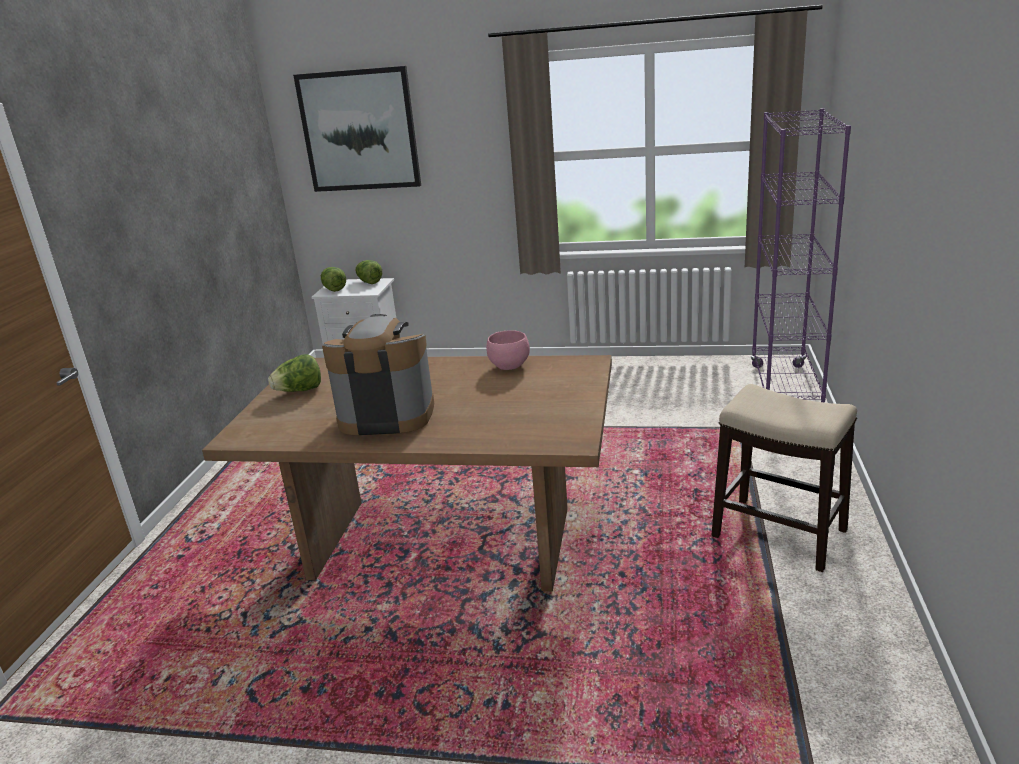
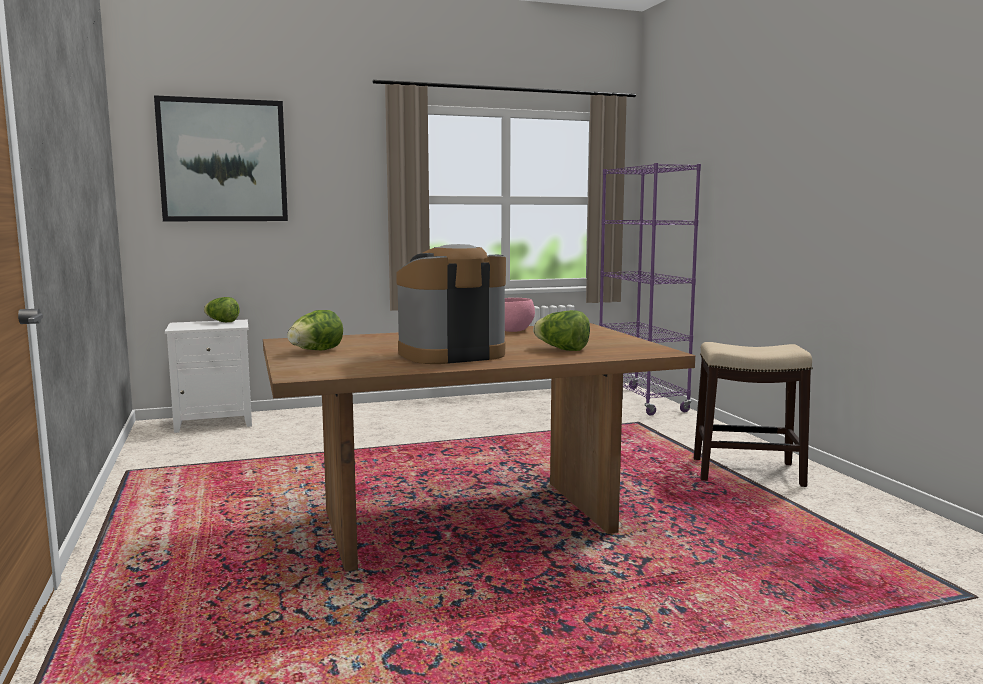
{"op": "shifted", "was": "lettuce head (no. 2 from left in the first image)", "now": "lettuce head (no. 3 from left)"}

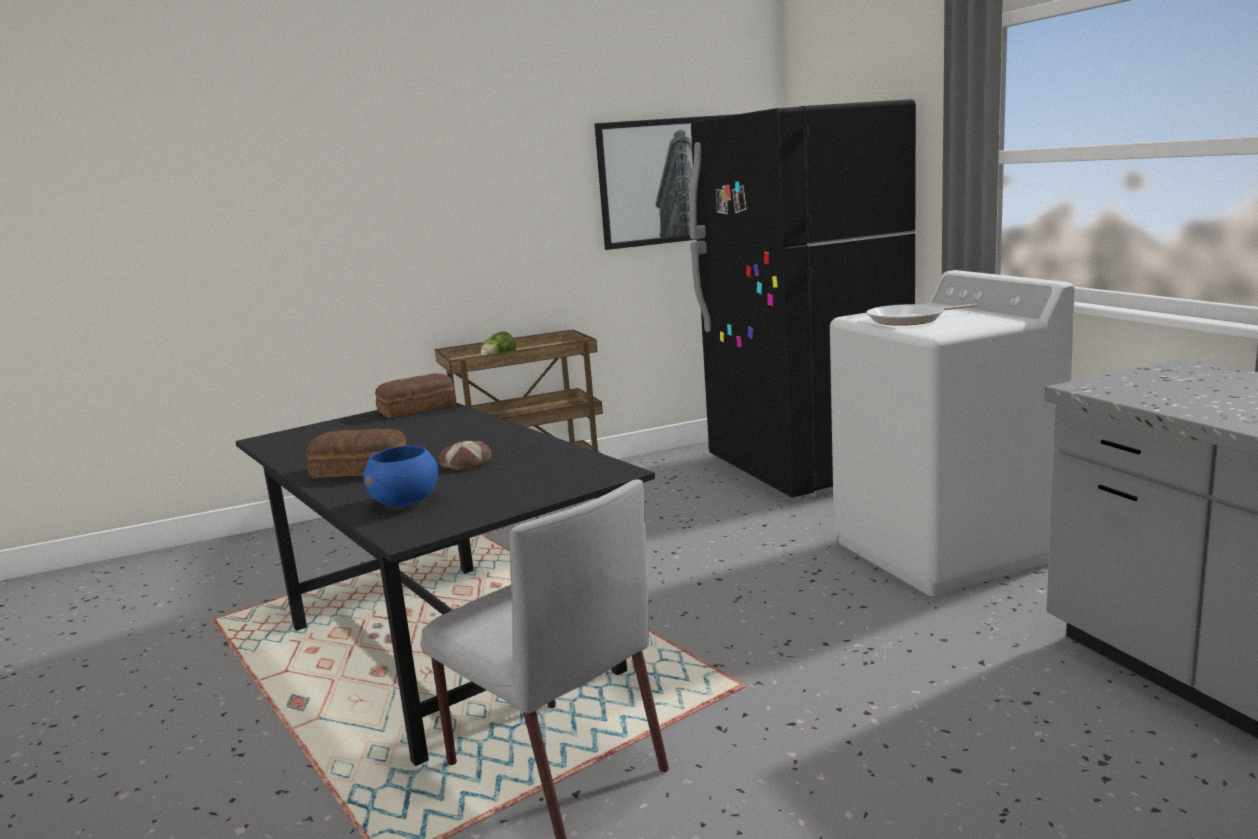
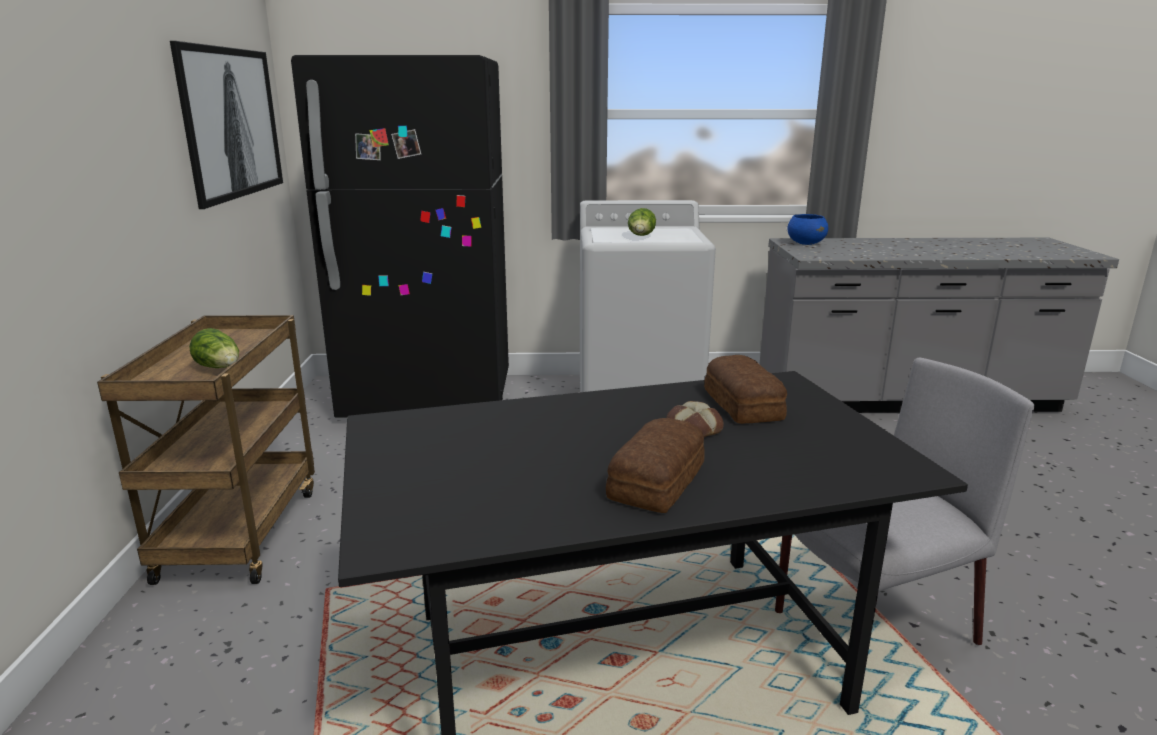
{"op": "swapped", "was": "pan", "now": "lettuce head (no. 2 from left)"}
{"op": "shifted", "was": "bread (no. 2 from left in the first image)", "now": "bread (no. 3 from left)"}
{"op": "shifted", "was": "bluish deep dish"}

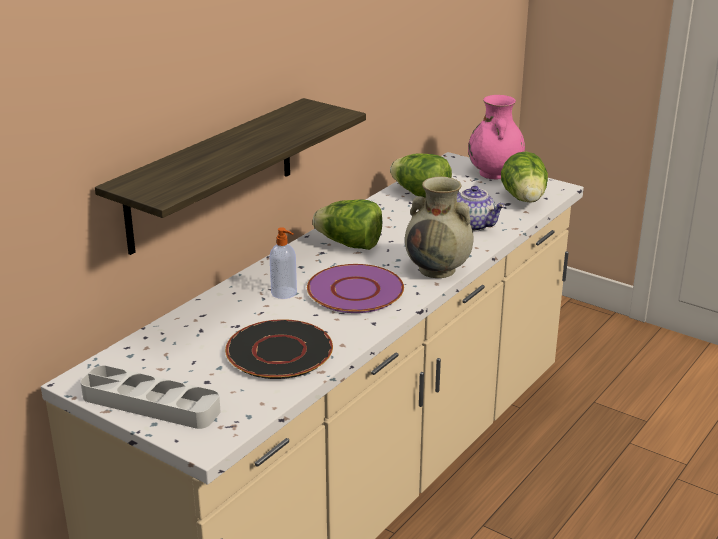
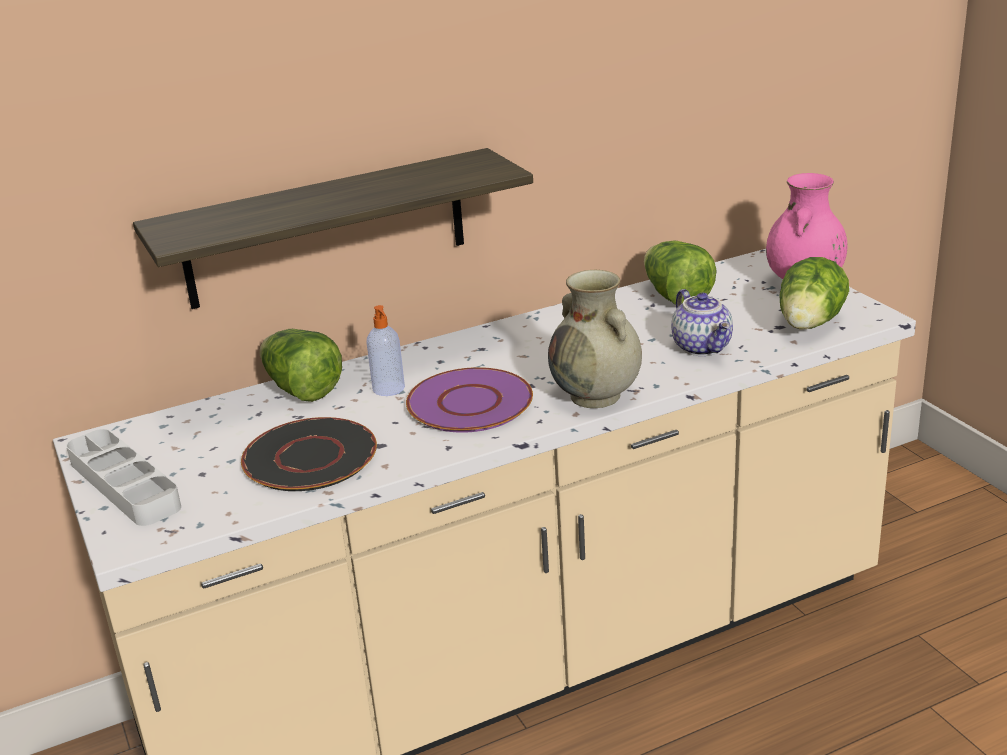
{"op": "shifted", "was": "lettuce head (no. 1 from left)"}

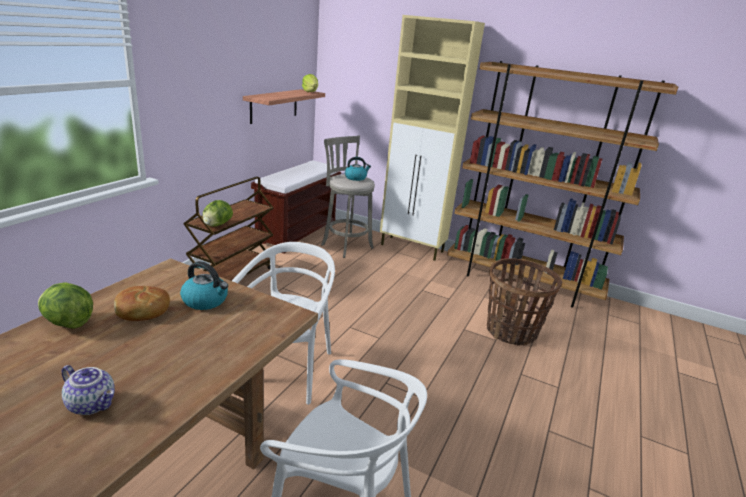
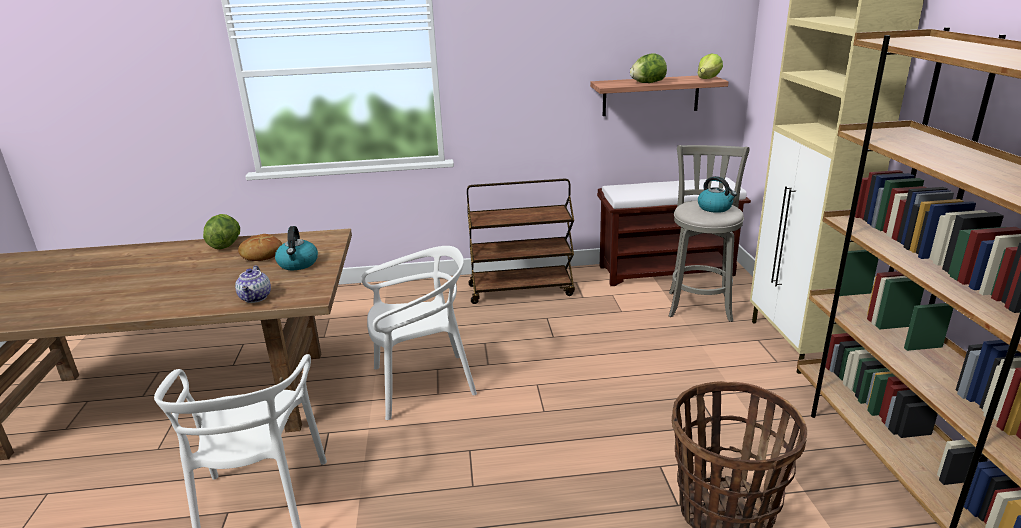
{"op": "shifted", "was": "pot for tea"}
{"op": "shifted", "was": "lettuce head (no. 2 from left)"}

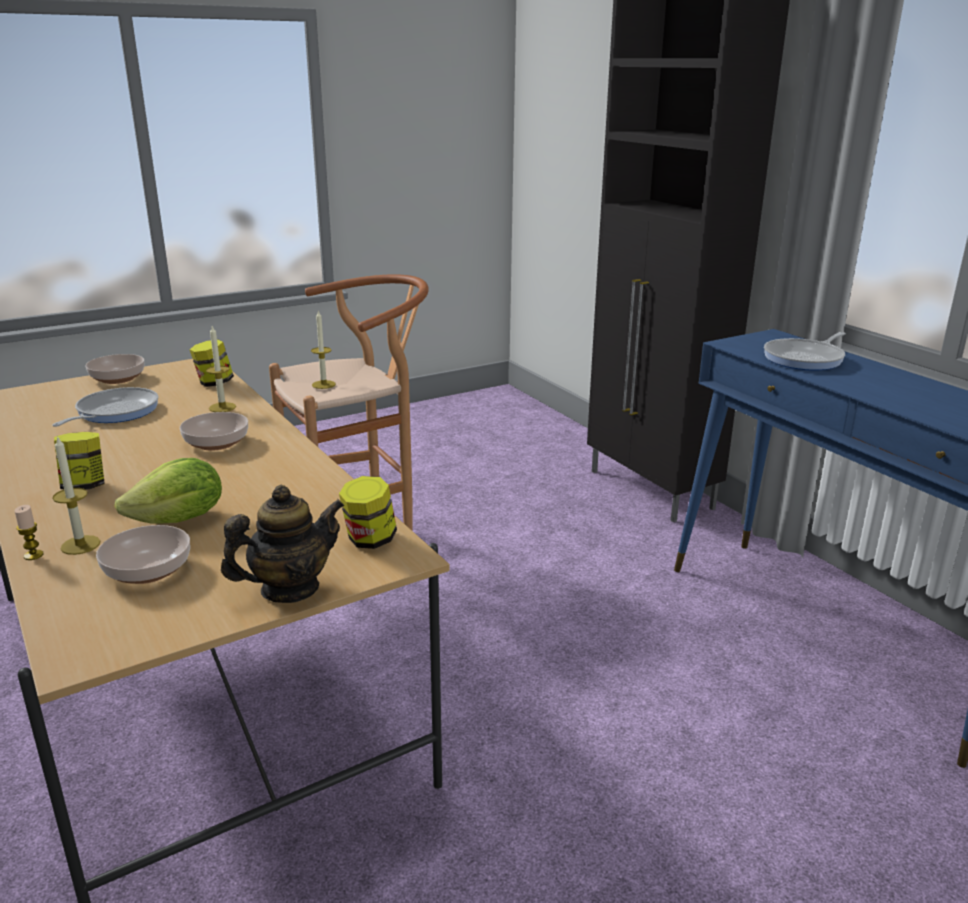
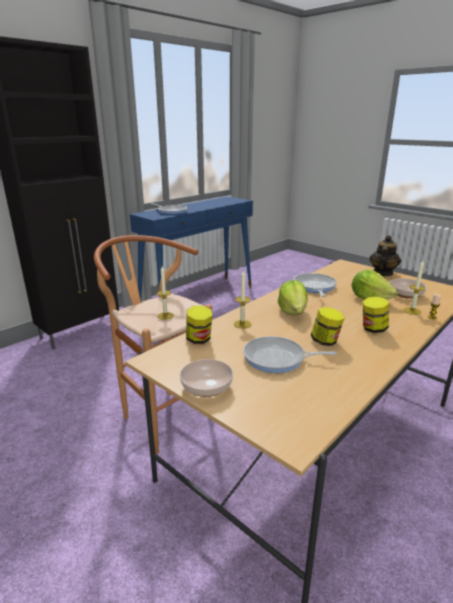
{"op": "swapped", "was": "deep dish (no. 3 from left)", "now": "lettuce head (no. 1 from left)"}
{"op": "new", "now": "pan (no. 3 from left)"}
{"op": "shifted", "was": "storage jar (no. 3 from left in the first image)", "now": "storage jar (no. 2 from left)"}
{"op": "rotated", "was": "pot for tea", "clockwise": 75}

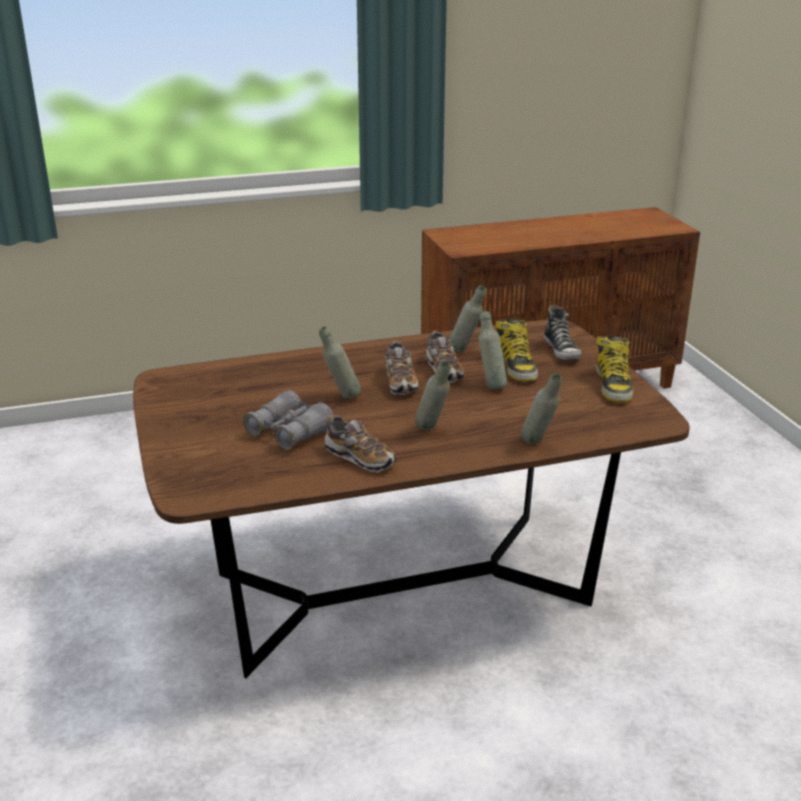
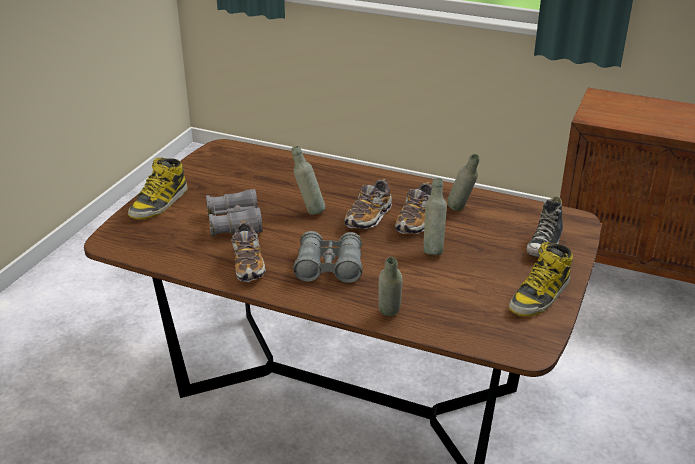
{"op": "shifted", "was": "high-top boot (no. 1 from left)"}
{"op": "swapped", "was": "grey drink bottle (no. 2 from left)", "now": "grey pair of binoculars (no. 2 from left)"}

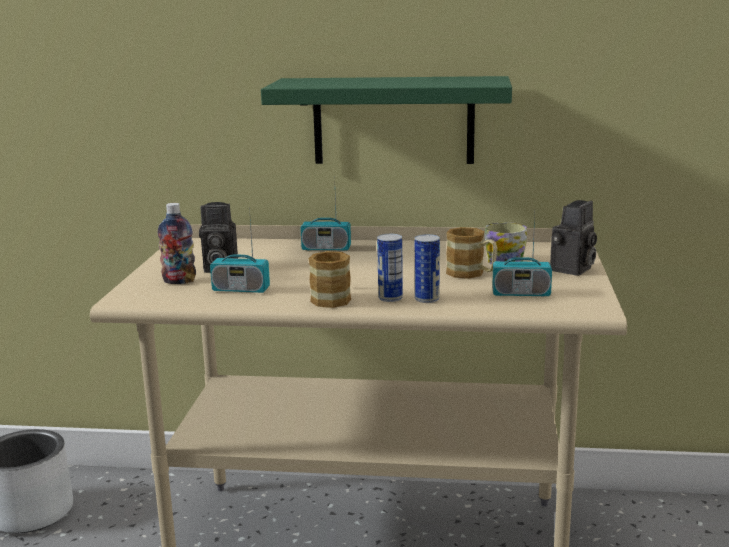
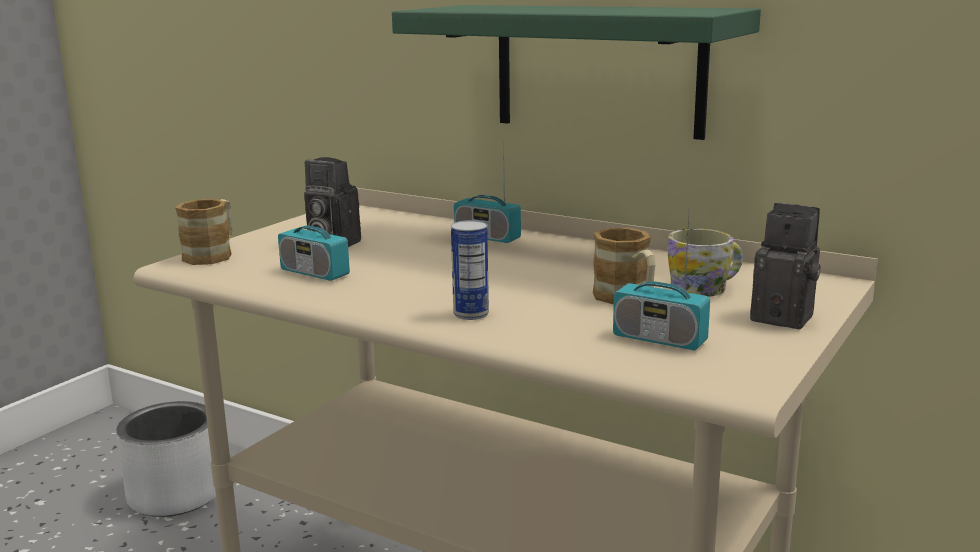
{"op": "shifted", "was": "mug (no. 1 from left)"}
{"op": "rotated", "was": "photo camera (no. 2 from left)", "clockwise": -120}
{"op": "gone", "was": "drink bottle"}
{"op": "gone", "was": "can (no. 2 from left)"}

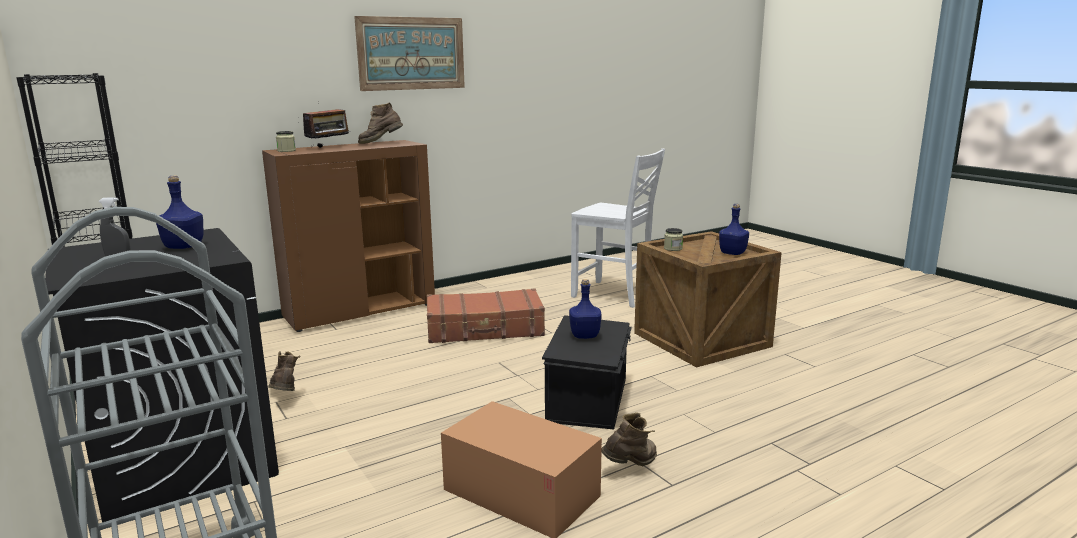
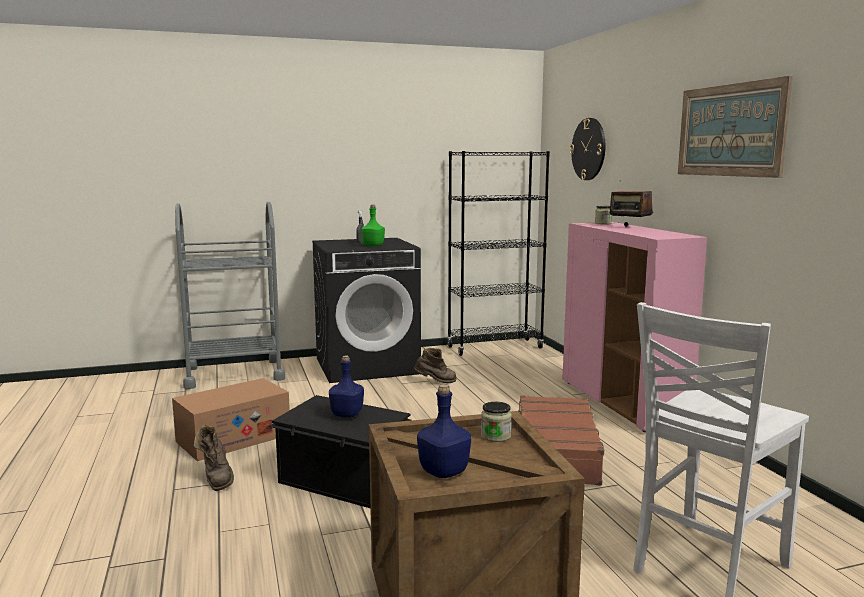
{"op": "repainted", "was": "bluish drink bottle (no. 1 from left)", "now": "green drink bottle"}
{"op": "repainted", "was": "brownish storage cabinet", "now": "pinkish storage cabinet"}
{"op": "new", "now": "wall clock"}
{"op": "gone", "was": "brownish high-top boot (no. 2 from left)"}

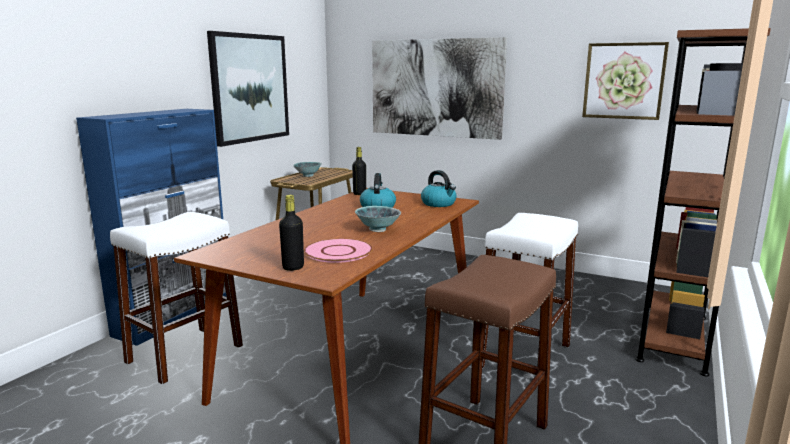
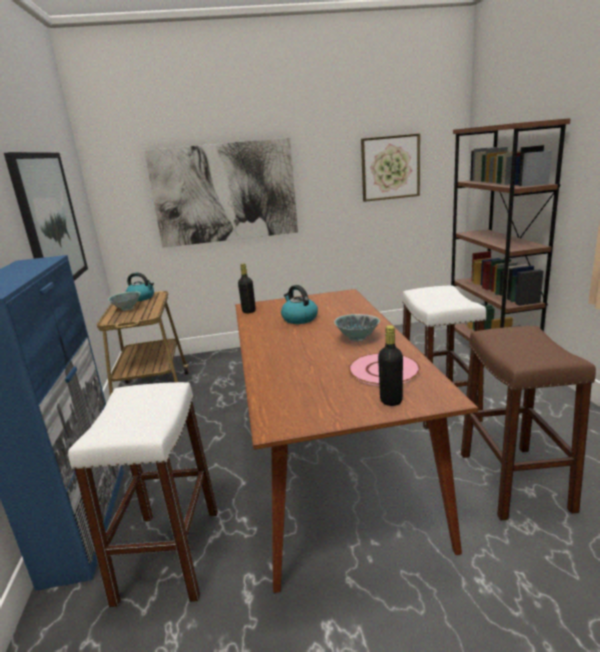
{"op": "shifted", "was": "water kettle (no. 2 from left in the first image)", "now": "water kettle (no. 1 from left)"}

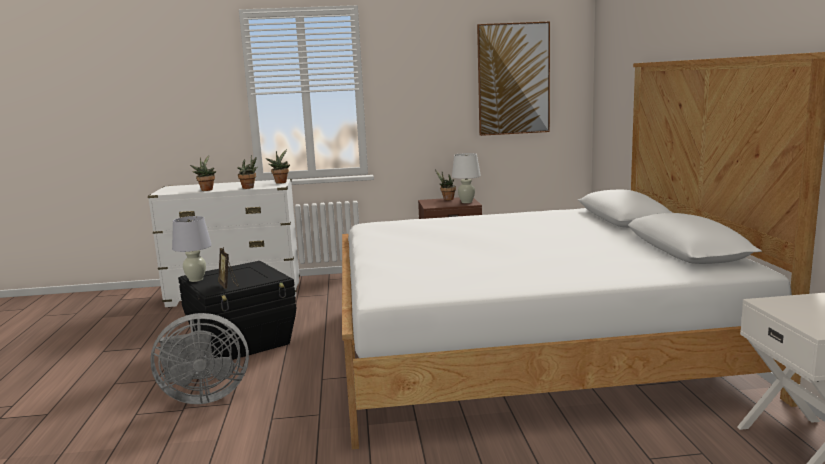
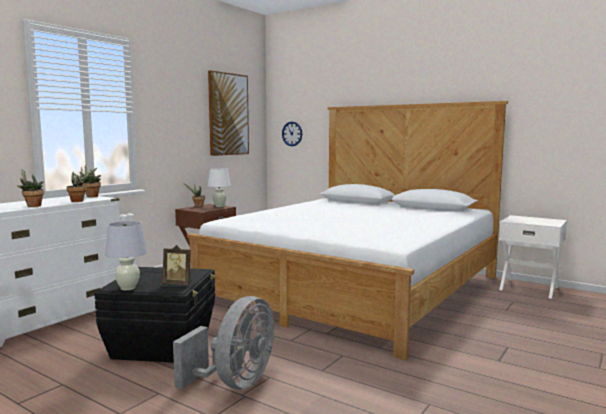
{"op": "new", "now": "wall clock"}

